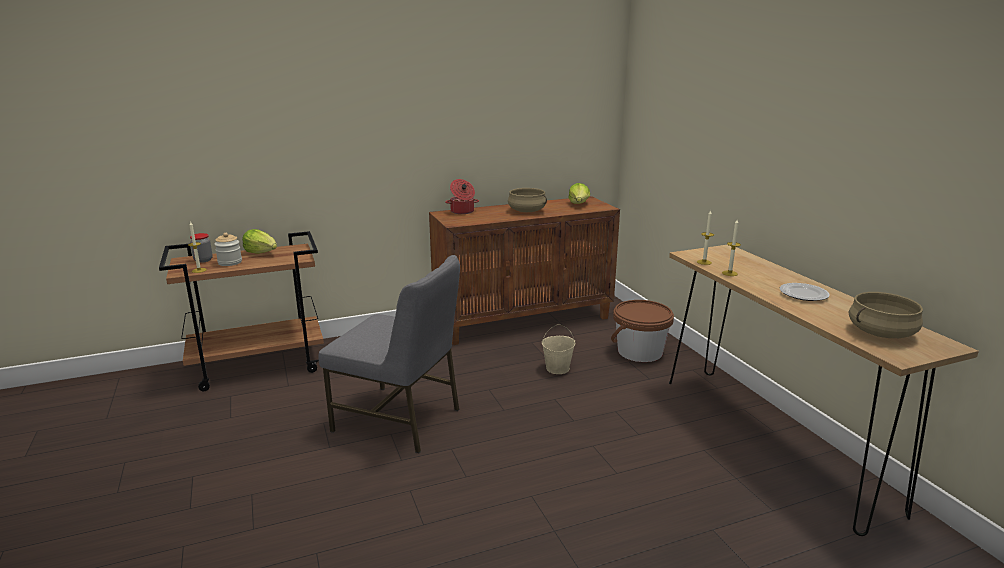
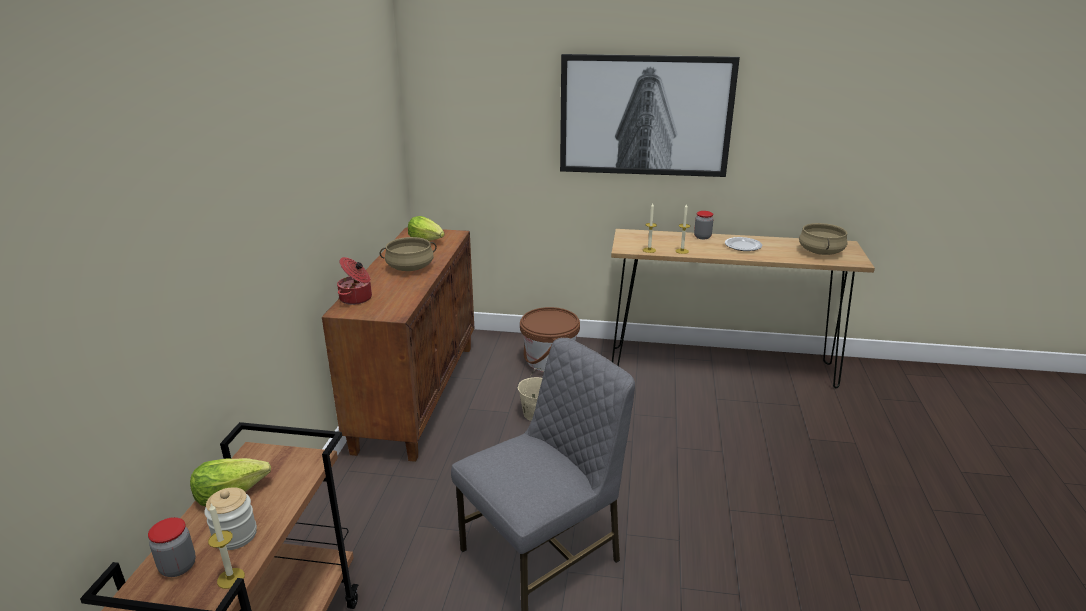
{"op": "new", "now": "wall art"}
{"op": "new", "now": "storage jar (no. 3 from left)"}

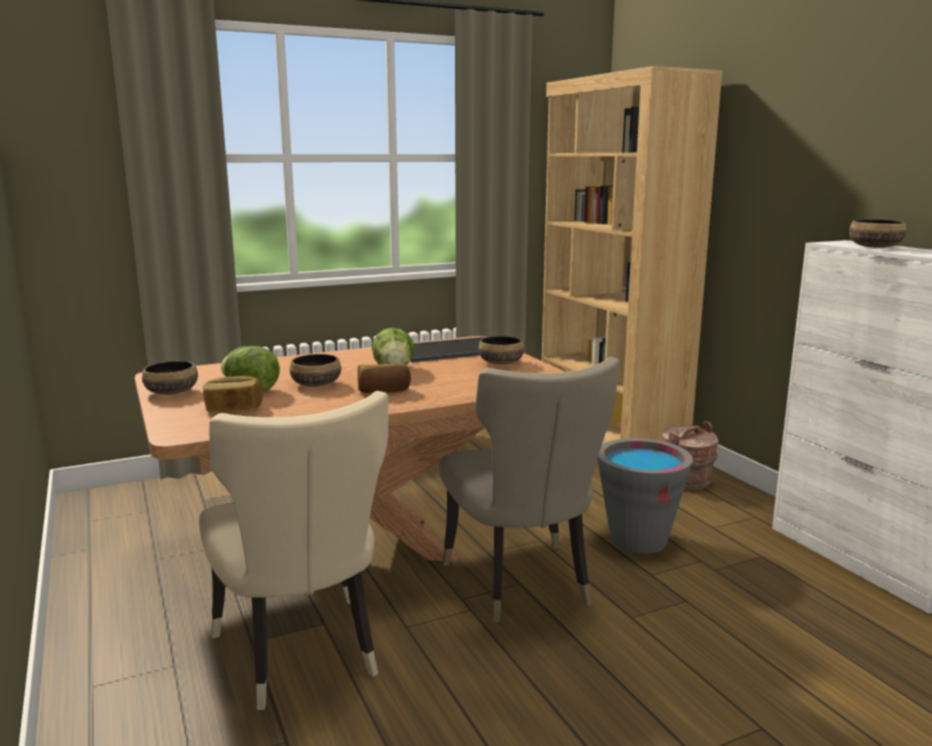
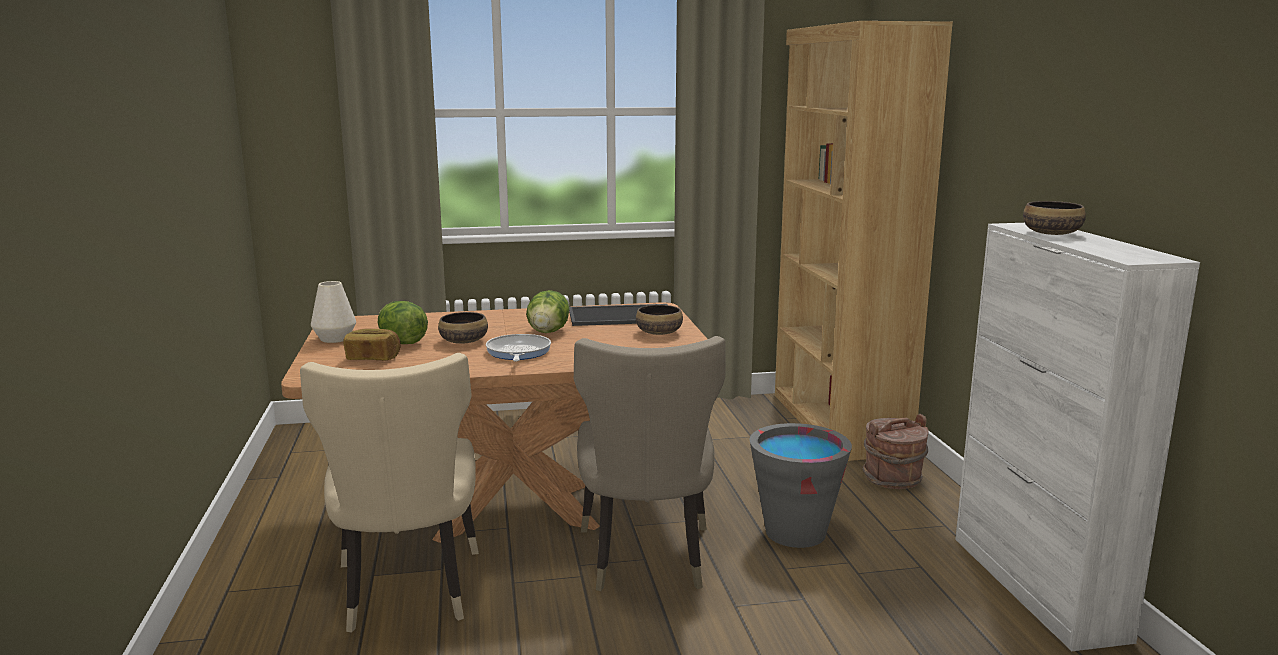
{"op": "swapped", "was": "deep dish (no. 1 from left)", "now": "whitish vase"}
{"op": "swapped", "was": "bread (no. 2 from left)", "now": "pan"}

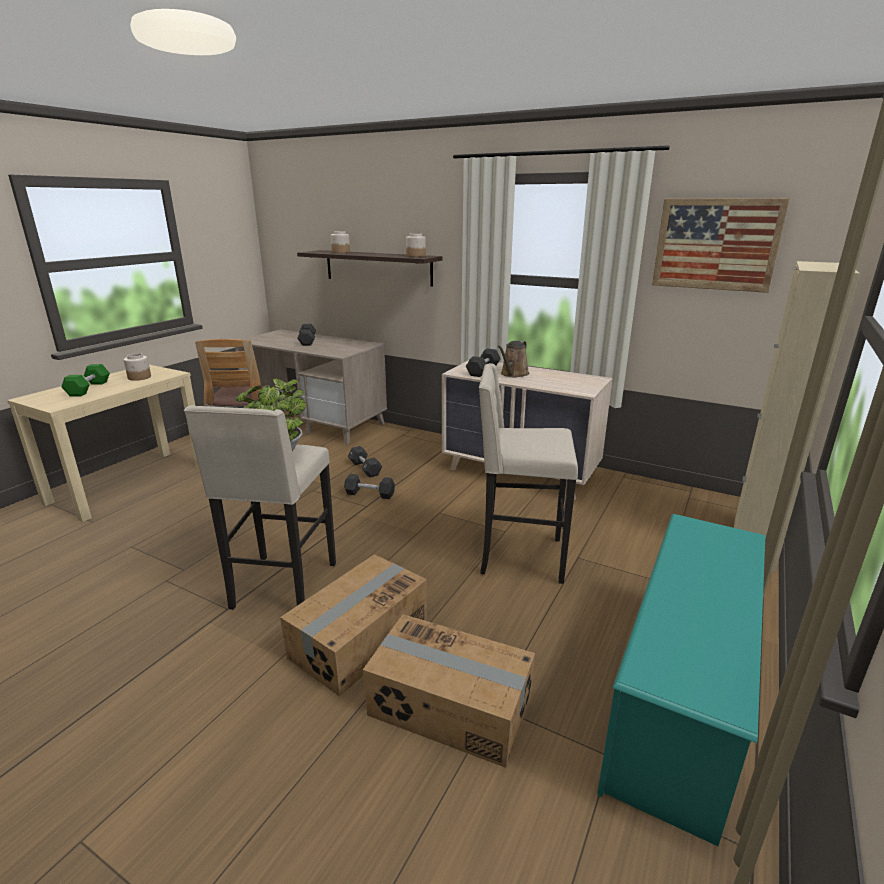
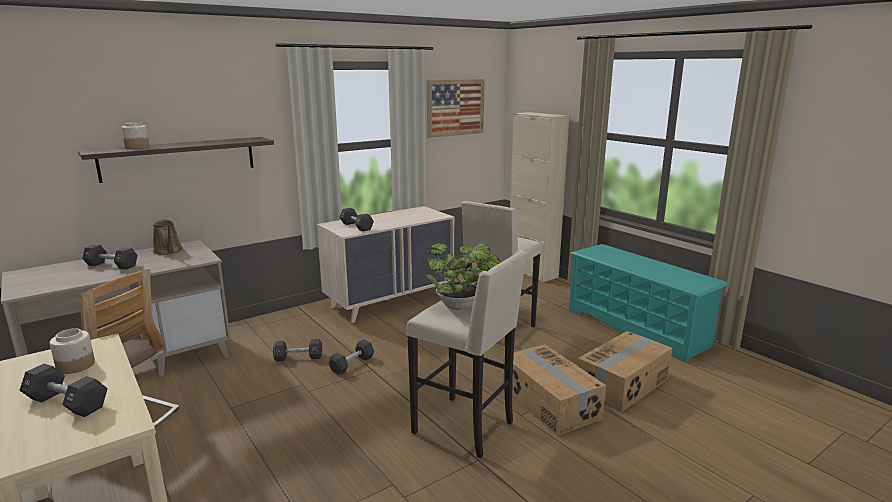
{"op": "repainted", "was": "green dumbbell", "now": "black dumbbell (no. 1 from left)"}
{"op": "shifted", "was": "brownish watering can"}
{"op": "gone", "was": "storage jar (no. 3 from left)"}

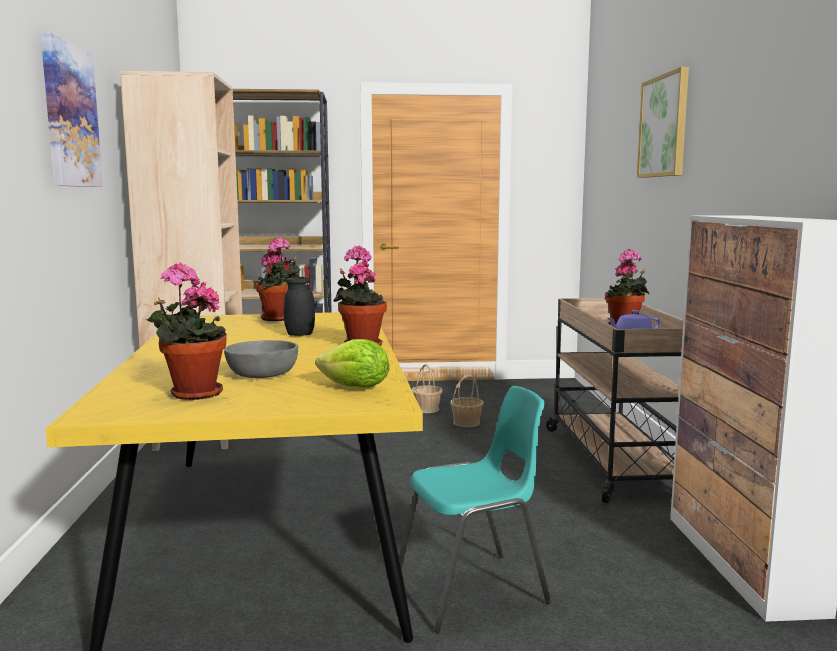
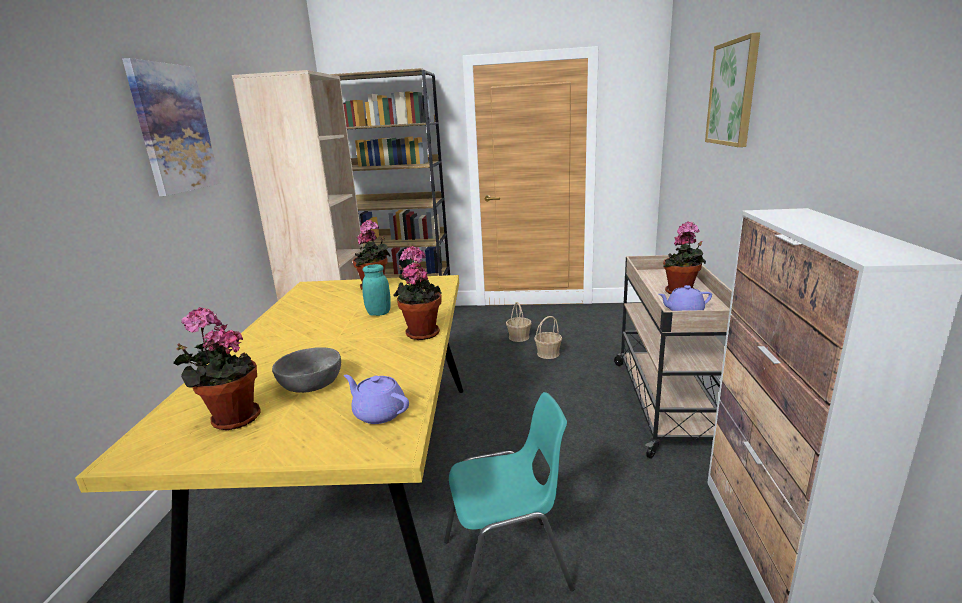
{"op": "swapped", "was": "lettuce head", "now": "purple-coloured pot for tea (no. 1 from left)"}
{"op": "repainted", "was": "black storage jar", "now": "turquoise storage jar"}

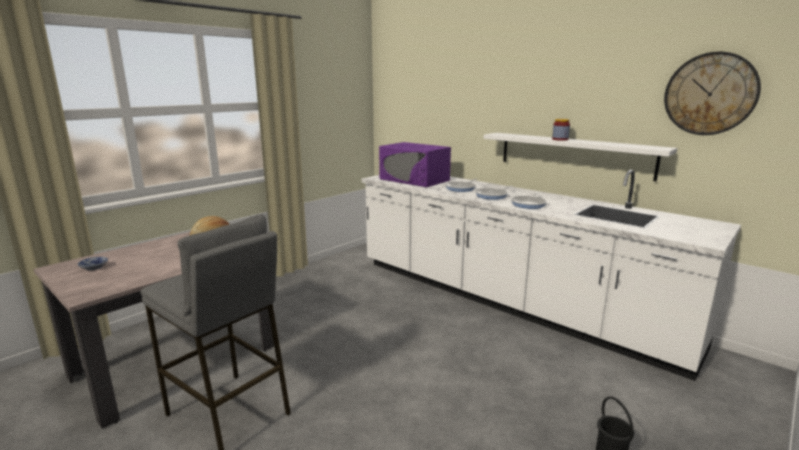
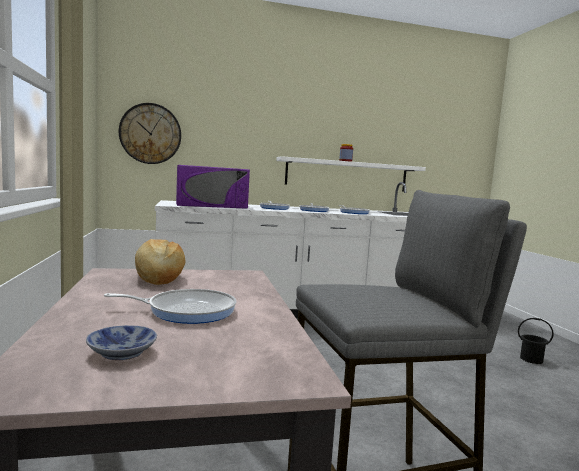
{"op": "new", "now": "pan (no. 1 from left)"}
{"op": "shifted", "was": "wall clock"}

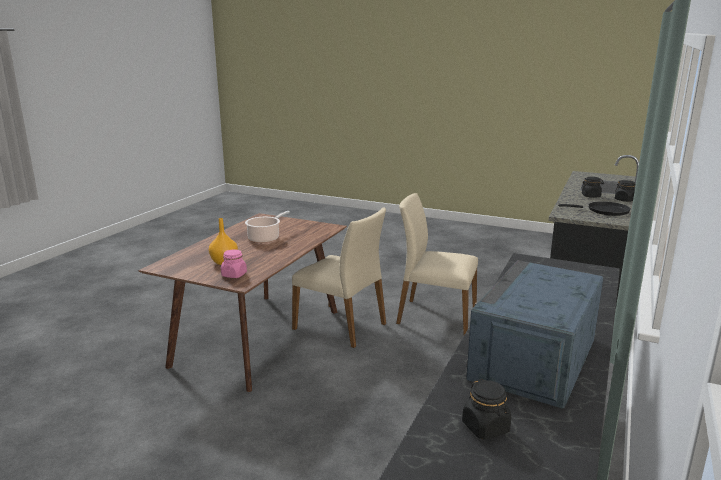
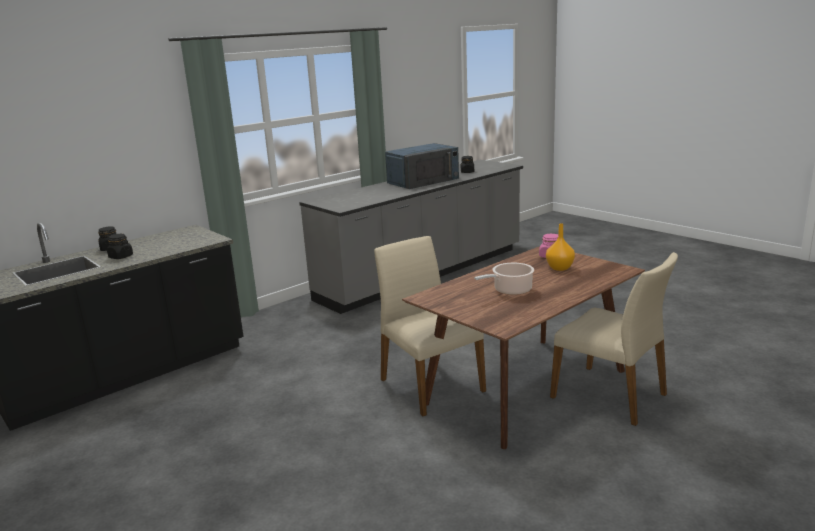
{"op": "shifted", "was": "beige-coloured upright chair (no. 2 from left)"}
{"op": "gone", "was": "black pan"}

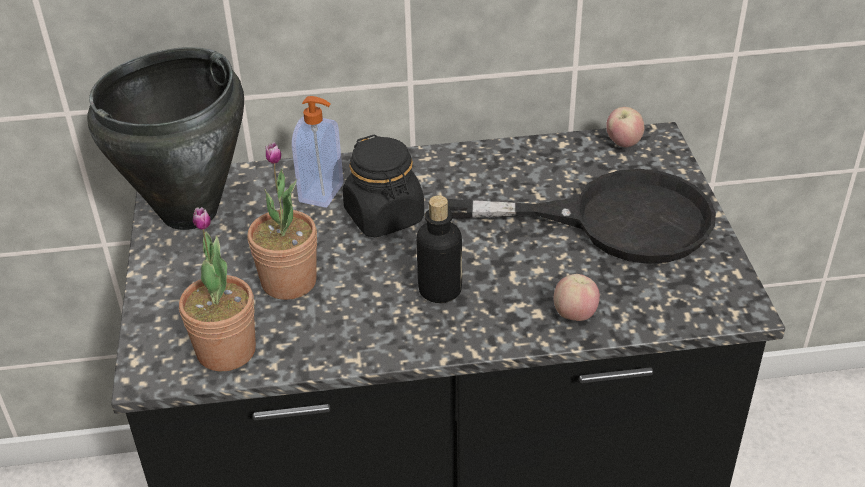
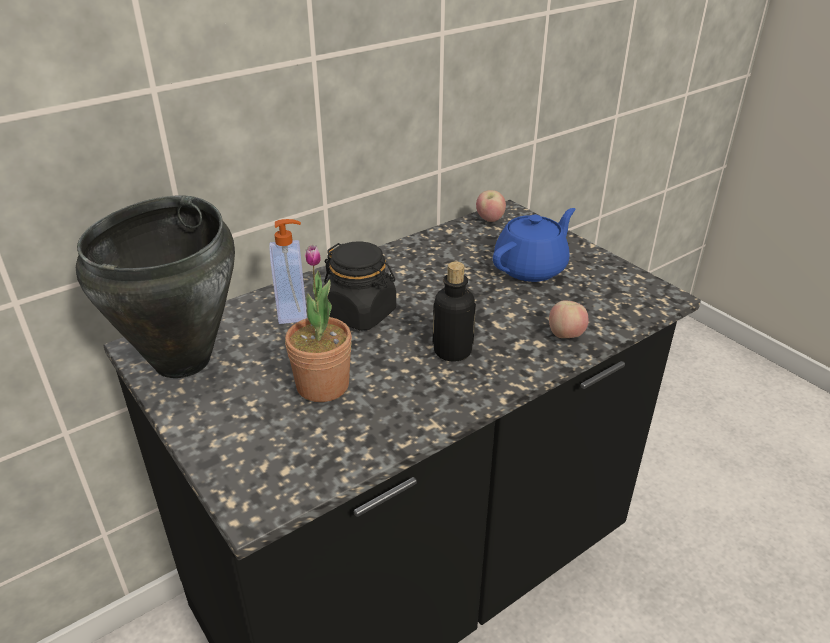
{"op": "swapped", "was": "black pan", "now": "bluish pot for tea"}
{"op": "gone", "was": "houseplant (no. 1 from left)"}

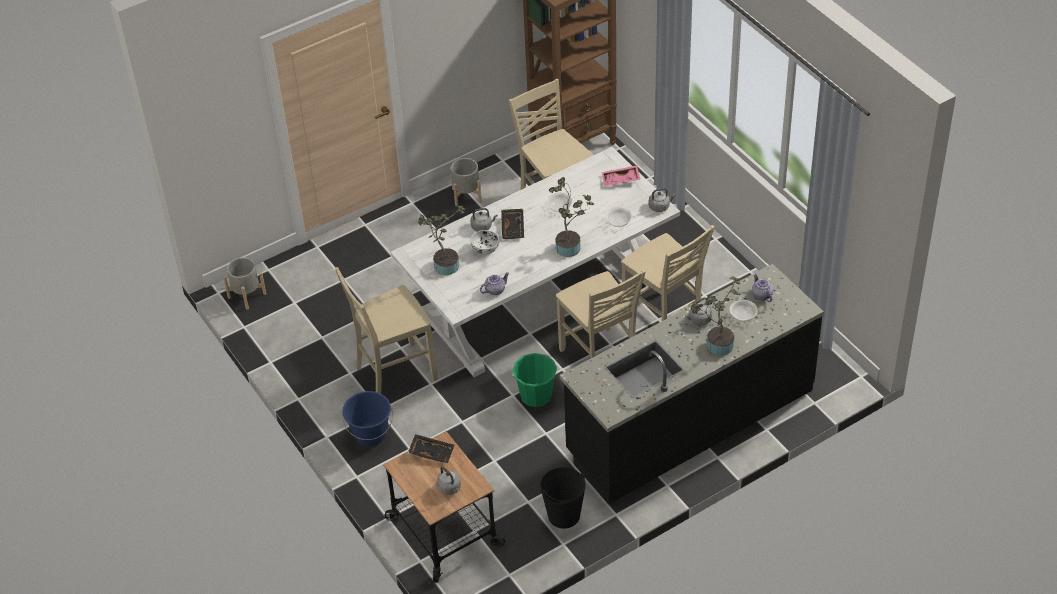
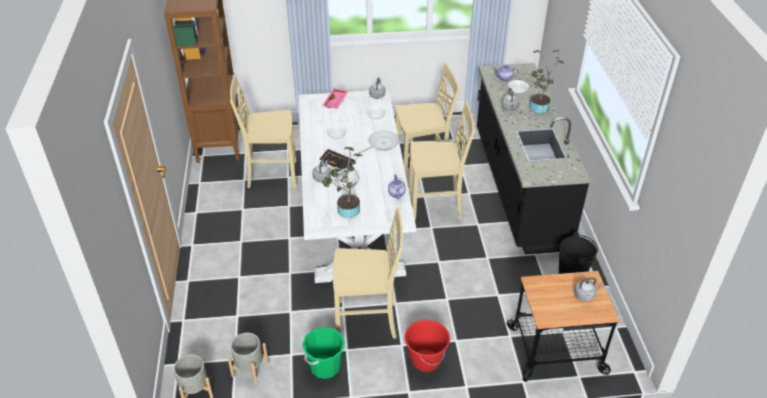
{"op": "shifted", "was": "grey planter (no. 2 from left)"}
{"op": "shifted", "was": "green bucket"}
{"op": "rotated", "was": "beige-coloured upright chair (no. 1 from left in the first image)", "clockwise": -90}
{"op": "swapped", "was": "houseplant (no. 2 from left)", "now": "pan"}
{"op": "repainted", "was": "bluish bucket", "now": "red bucket"}
{"op": "gone", "was": "black serving tray (no. 1 from left)"}

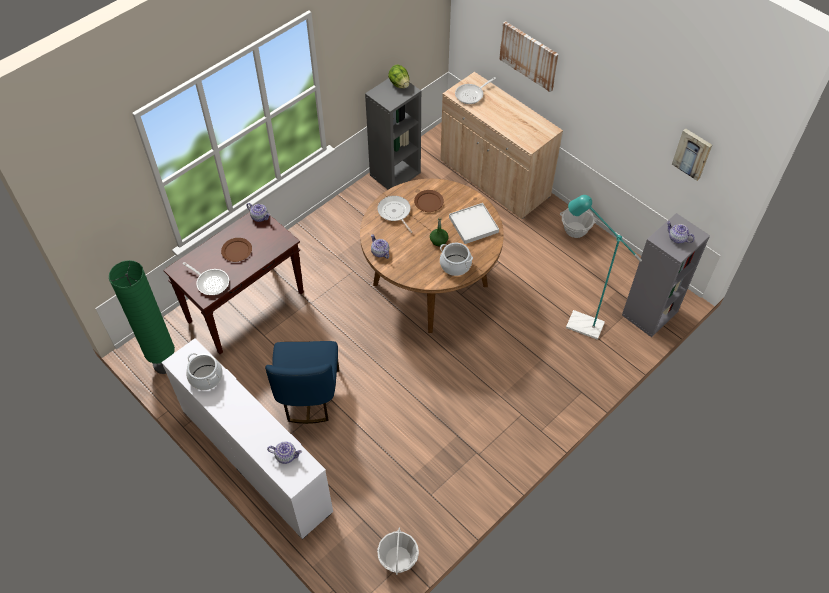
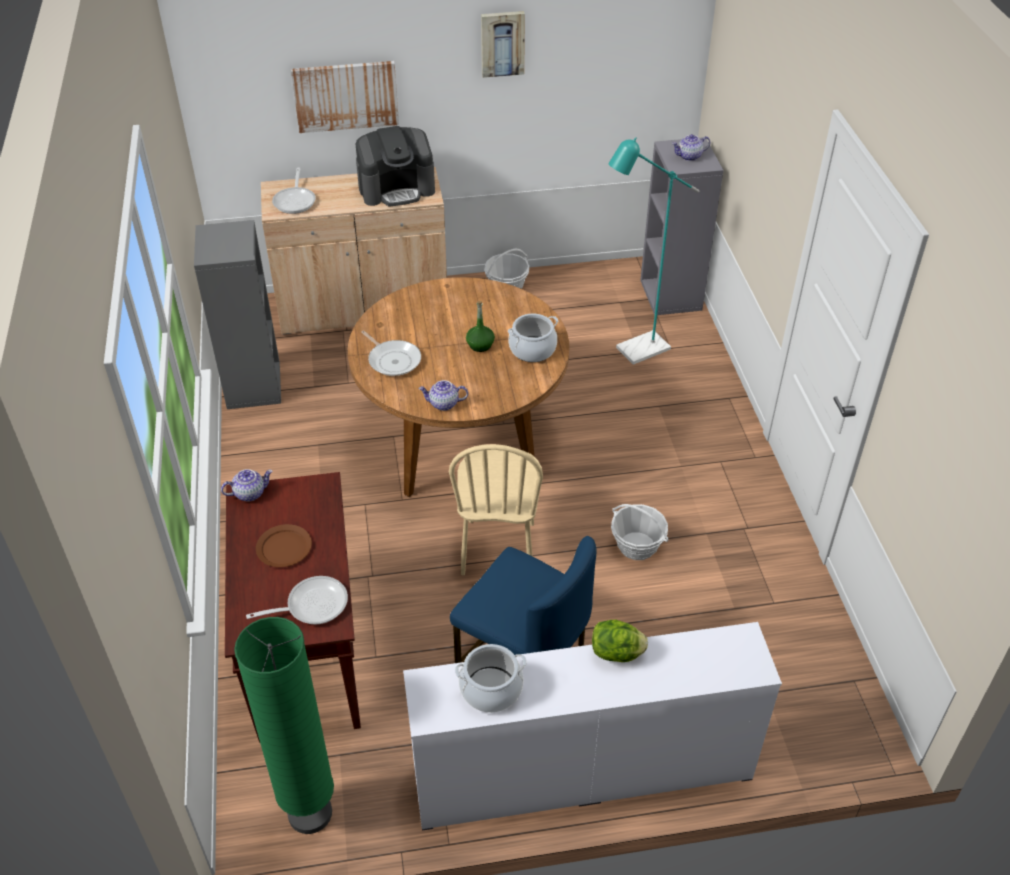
{"op": "new", "now": "coffee maker"}
{"op": "rotated", "was": "pan (no. 2 from left in the first image)", "clockwise": -135}
{"op": "new", "now": "beige-coloured upright chair"}
{"op": "shifted", "was": "wall art (no. 2 from left)"}
{"op": "shifted", "was": "lettuce head"}
{"op": "shifted", "was": "household basket (no. 1 from left in the first image)", "now": "household basket (no. 2 from left)"}
{"op": "gone", "was": "pot for tea (no. 2 from left)"}
{"op": "gone", "was": "brownish dinner plate (no. 2 from left)"}
{"op": "gone", "was": "whitish serving tray"}

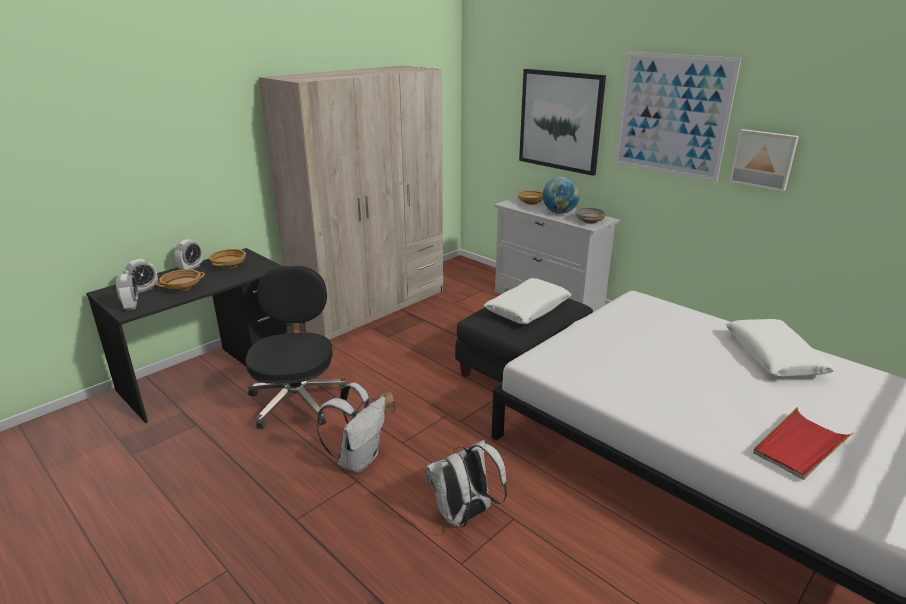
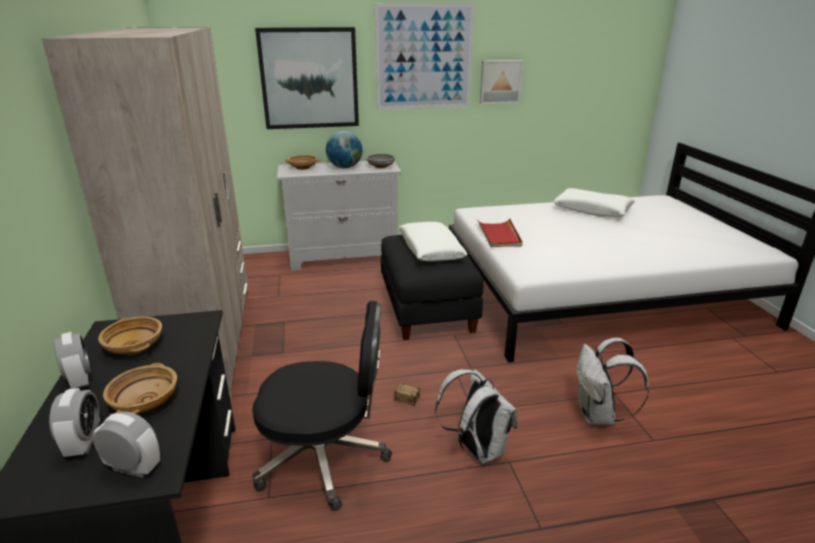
{"op": "rotated", "was": "black office chair", "clockwise": 150}
{"op": "shifted", "was": "red serving tray"}

